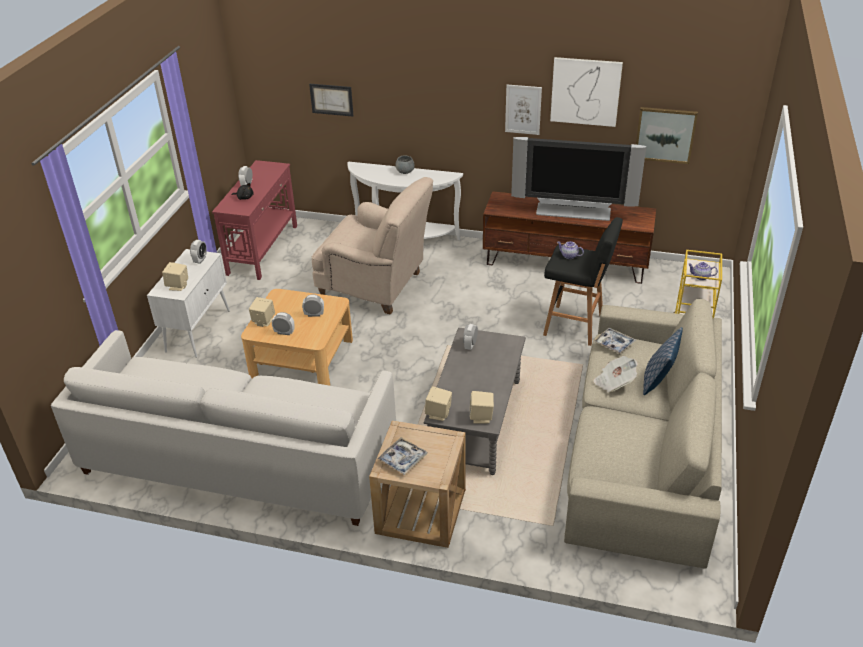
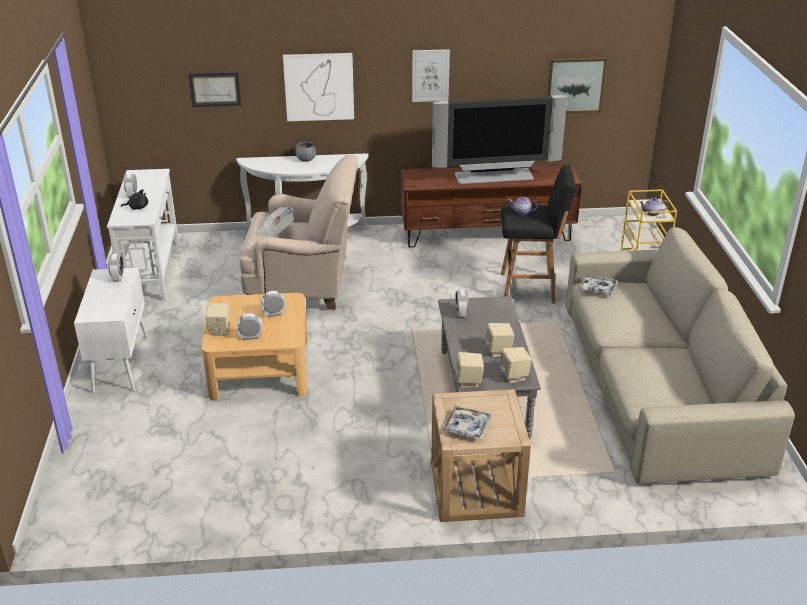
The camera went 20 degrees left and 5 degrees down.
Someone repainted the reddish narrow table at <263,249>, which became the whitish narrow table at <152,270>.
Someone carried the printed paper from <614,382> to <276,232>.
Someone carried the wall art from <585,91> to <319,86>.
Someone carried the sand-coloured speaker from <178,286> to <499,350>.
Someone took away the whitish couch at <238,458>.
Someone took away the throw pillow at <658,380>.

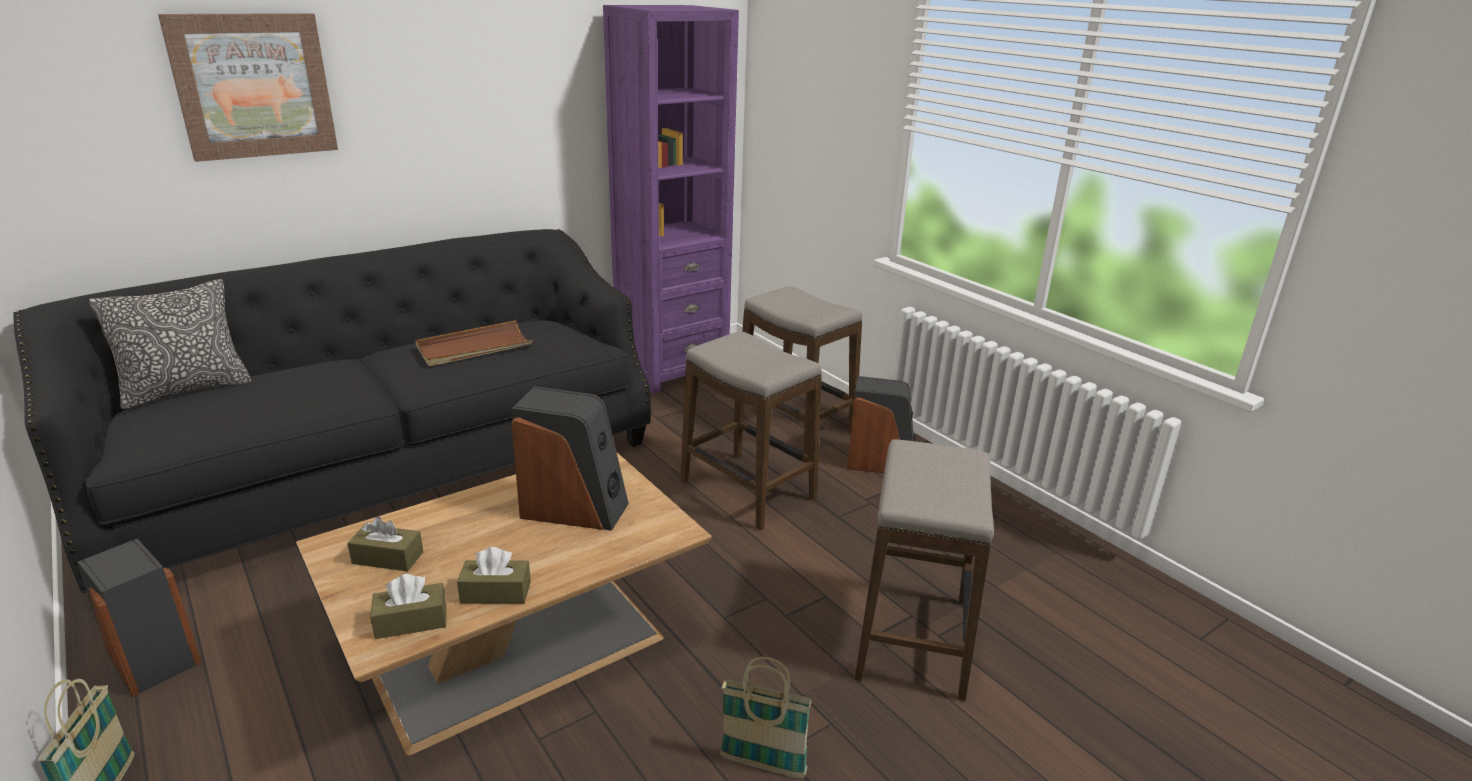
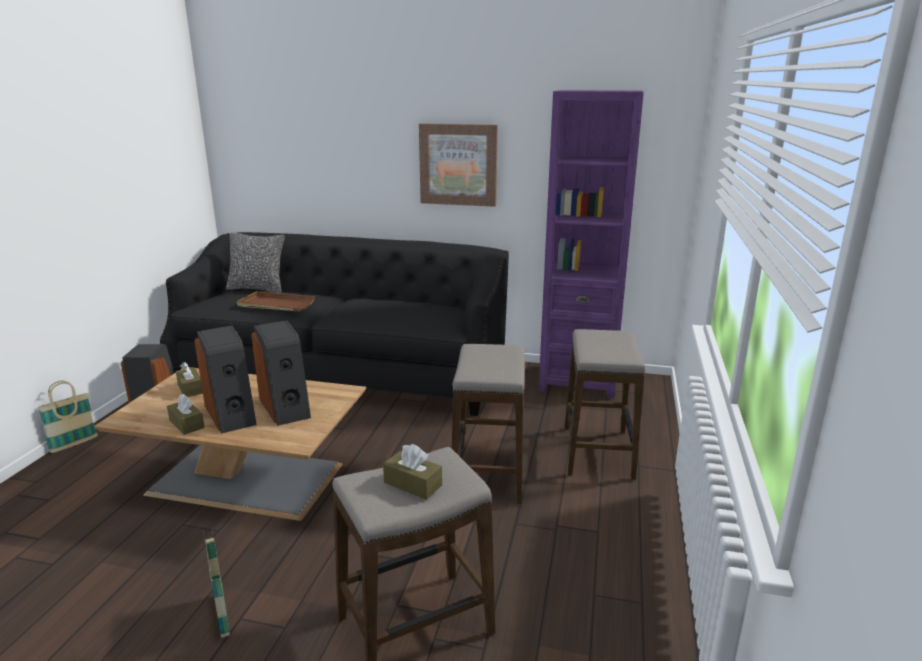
The camera went 50 degrees right and 5 degrees down.
Someone carried the speaker from <880,462> to <232,414>.
Someone carried the brown tray from <474,348> to <275,304>.
Someone carried the brown tissue holder from <411,621> to <412,484>.
Someone carried the wall art from <253,86> to <458,164>.

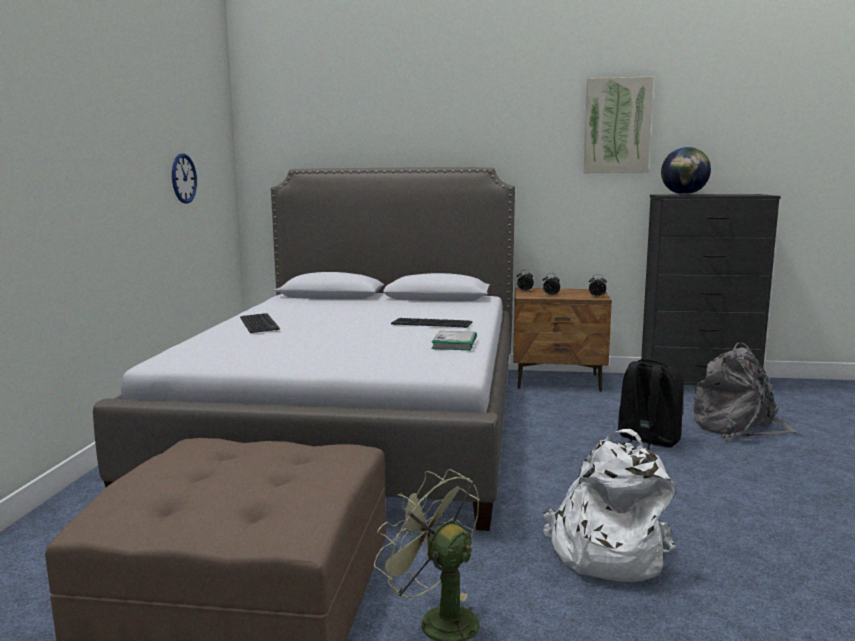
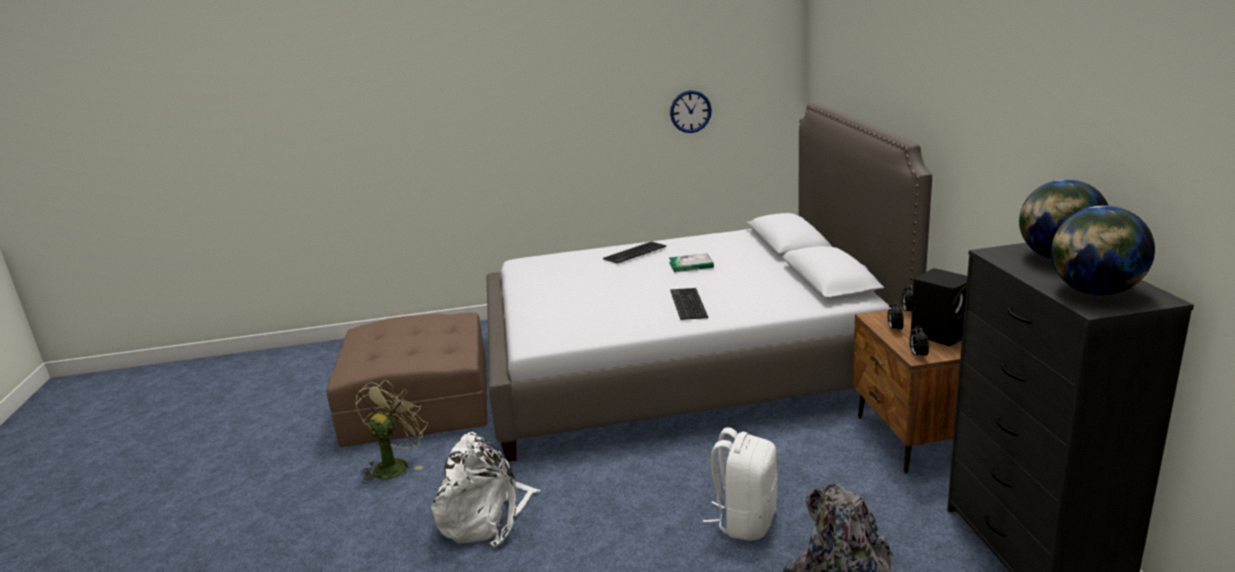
The camera went 75 degrees right and 10 degrees up.
Someone carried the book from <454,343> to <691,265>.
Someone repainted the black knapsack at <647,440>, which became the whitish knapsack at <745,521>.
Someone put down the black speaker at <940,334>.
Someone put down the globe at <1094,291>.
Someone took away the wall art at <617,126>.

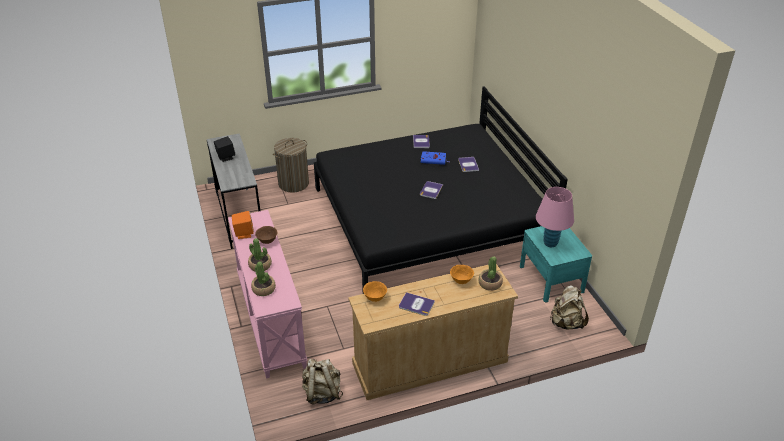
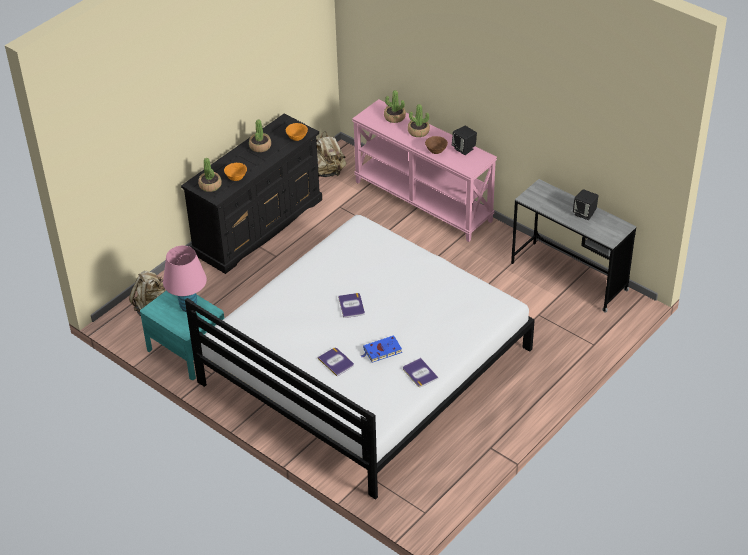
The camera went 150 degrees right and 5 degrees up.
Someone repainted the sand-coloured chest of drawers at <429,363>, which became the black chest of drawers at <258,225>.
Someone repainted the black bedroom bed at <429,219>, which became the whitish bedroom bed at <365,365>.
Someone swapped the book at <416,304> for the houseplant at <260,146>.
Someone repainted the orangey speaker at <243,233>, which became the black speaker at <464,149>.
Someone took away the washing basket at <293,183>.

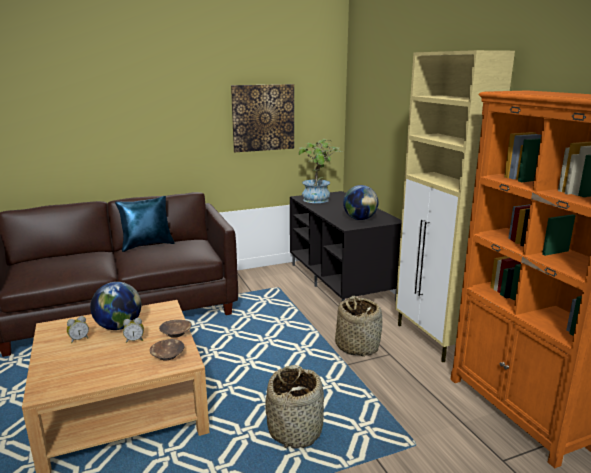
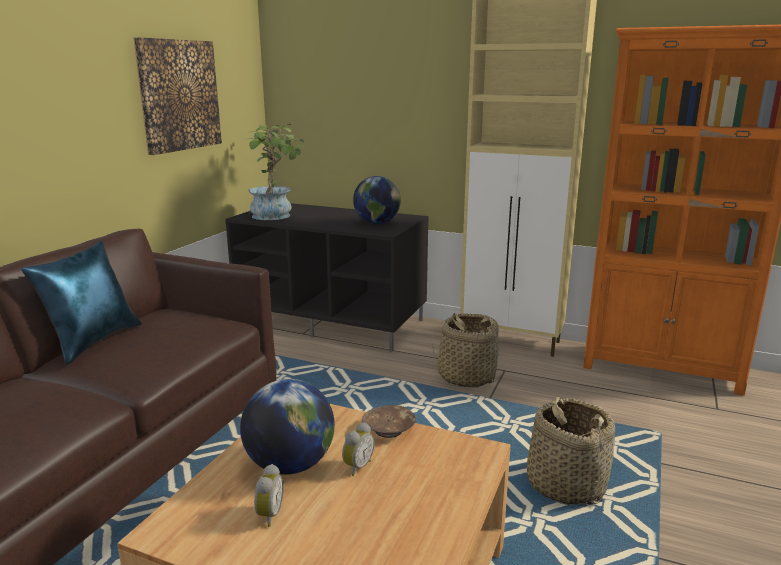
The camera went 45 degrees left and 0 degrees up.
Someone took away the brown bowl at <167,355>.

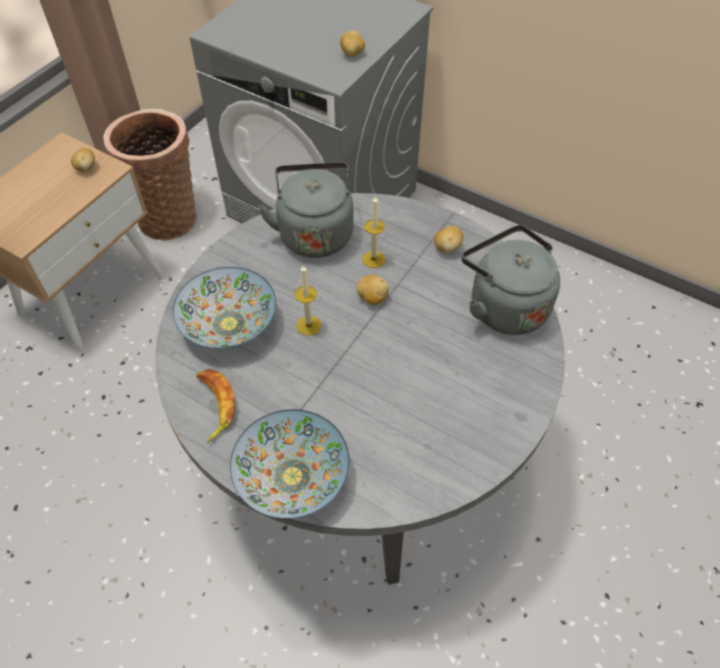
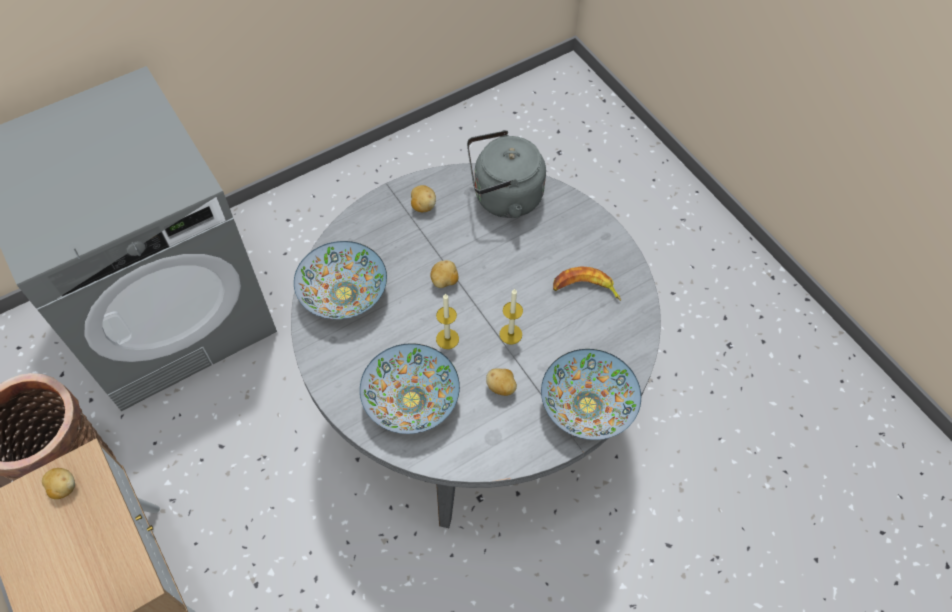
The camera went 65 degrees left and 5 degrees up.
Someone swapped the grey kettle at <315,232> for the bowl at <344,293>.
Someone carried the whole potato from <352,54> to <501,387>.
Someone carried the wax candle from <373,259> to <510,334>.
Someone carried the whole banana from <214,405> to <585,289>.

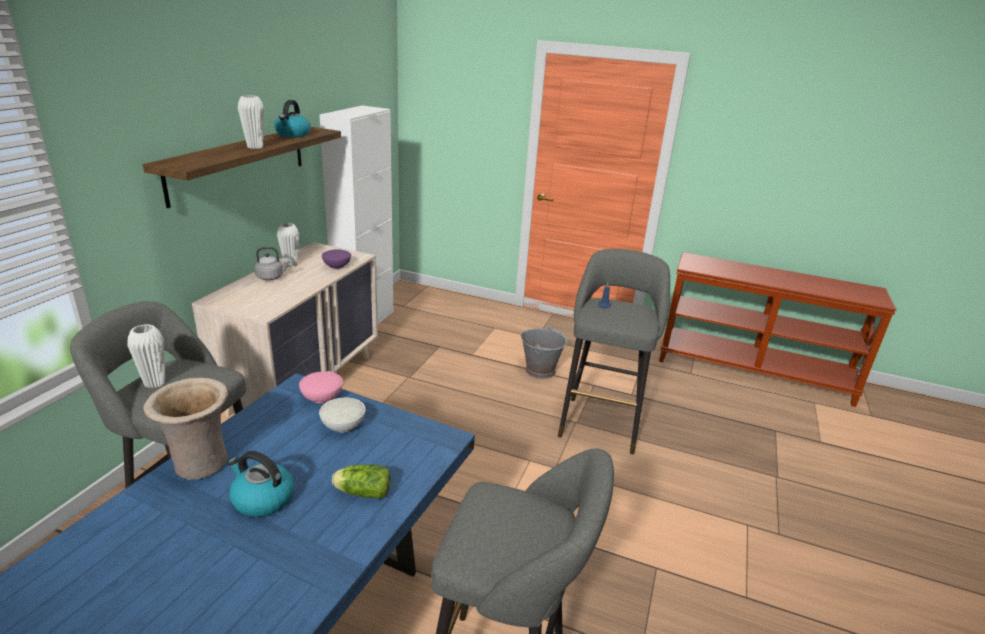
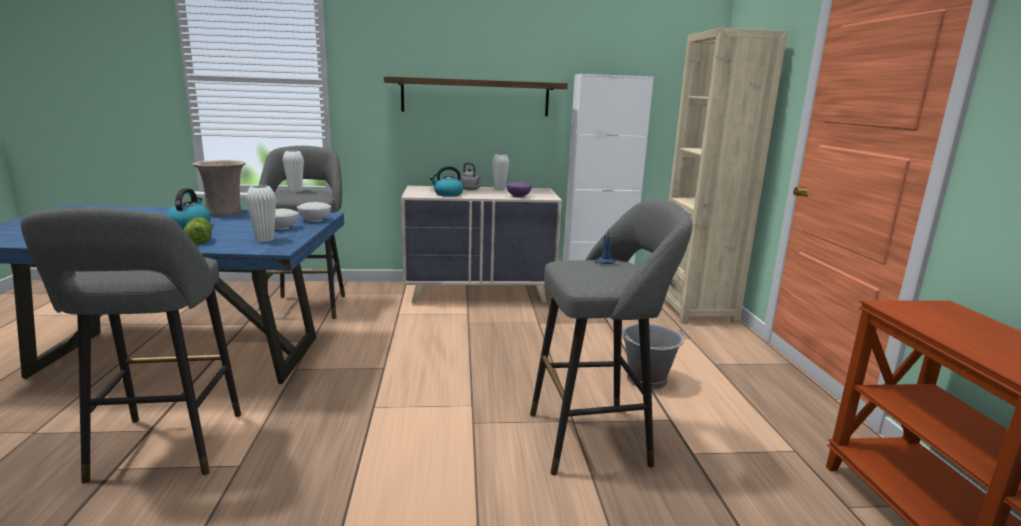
The camera went 65 degrees right and 10 degrees down.
Someone carried the whitish flower vase from <255,147> to <265,240>.
Someone repainted the pink-coloured bowl at <321,397>, which became the whitish bowl at <315,220>.
Someone carried the kettle from <293,134> to <448,194>.
Someone put down the sand-coloured bookcase at <696,310>.

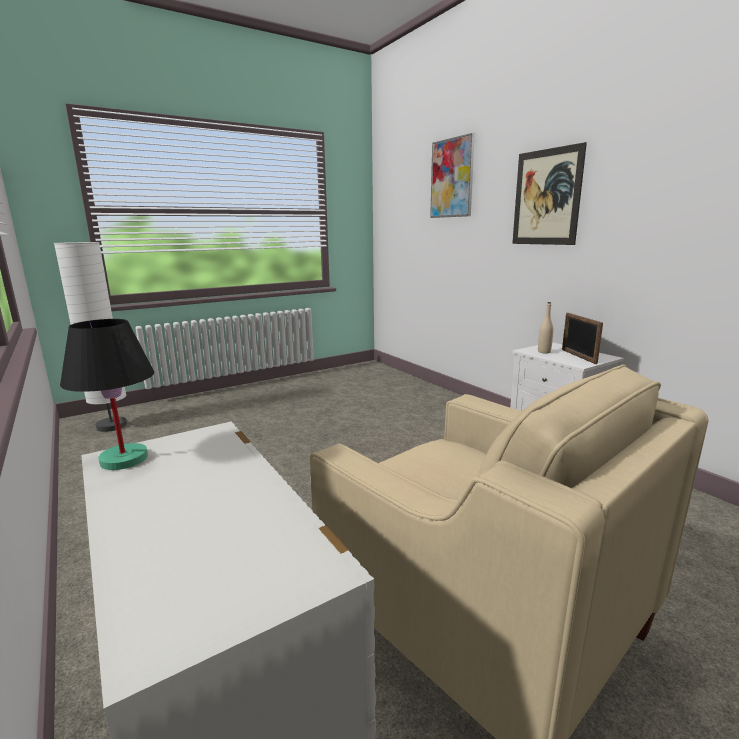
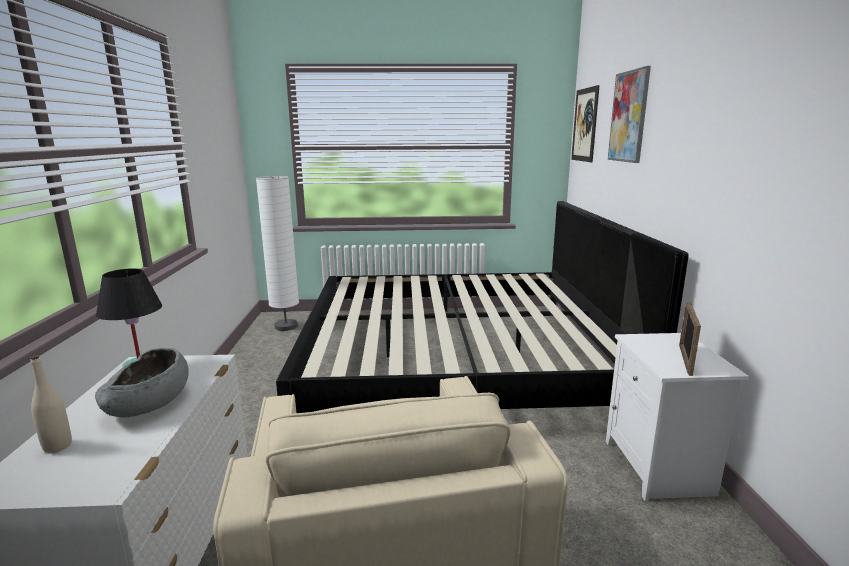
The camera went 30 degrees right and 0 degrees up.
Someone carried the sand-coloured beverage bottle from <544,352> to <57,446>.
Someone put down the grey bowl at <149,403>.
Someone put down the bedroom bed at <456,358>.
Someone carried the wall art from <546,197> to <585,125>.

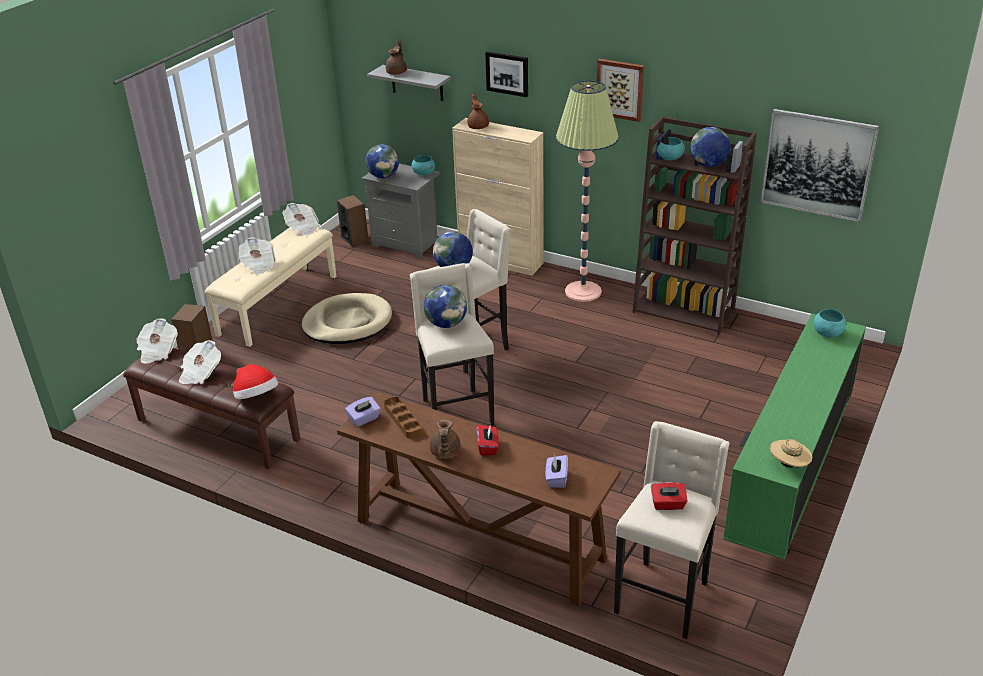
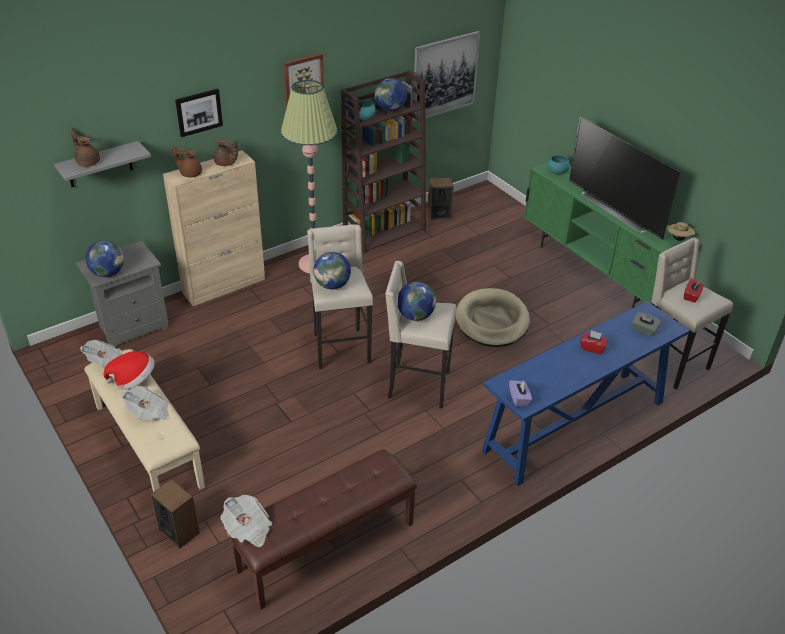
The camera went 65 degrees left and 5 degrees up.
Someone carried the wearable hat from <257,397> to <134,380>.
Someone carried the brown tea pot from <445,453> to <226,163>.
Someone carried the speaker from <355,239> to <439,214>.
Someone carried the sand-coloured dog bed from <347,323> to <492,321>.
Someone repainted the brown narrow table at <477,539>, which became the blue narrow table at <574,426>.
Someone put down the TV set at <617,210>.
Someone repainted the purple tissue holder at <556,479>, which became the grey tissue holder at <644,330>.
Someone took away the printed paper at <200,373>.
Someone took away the brown tray at <402,420>.
Someone took away the turquoise bowl at <423,173>.

